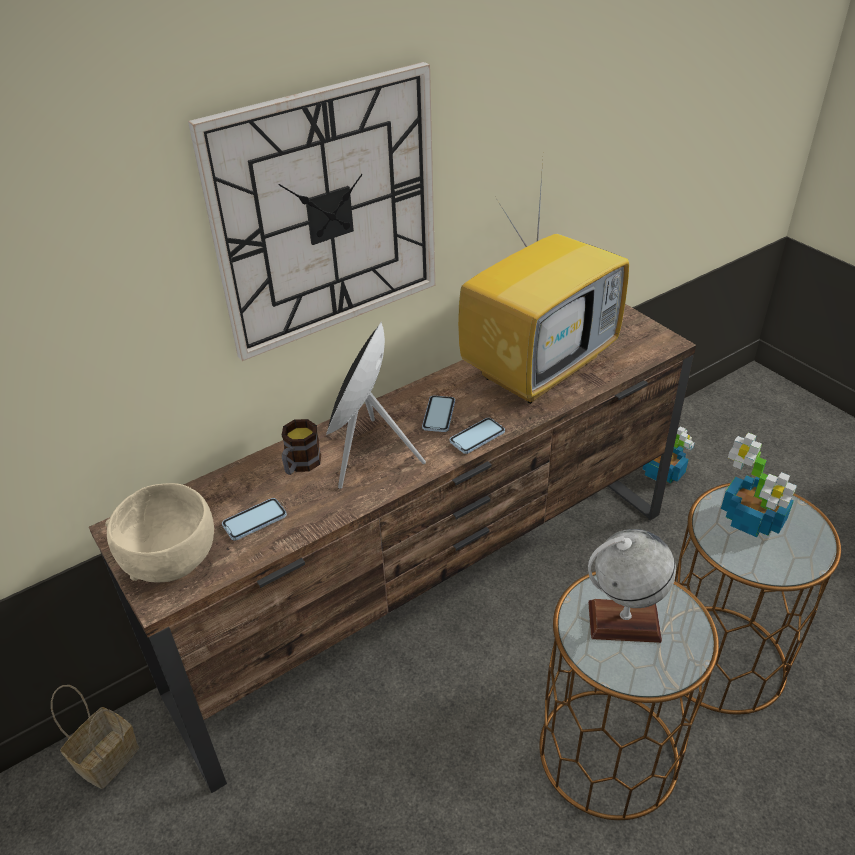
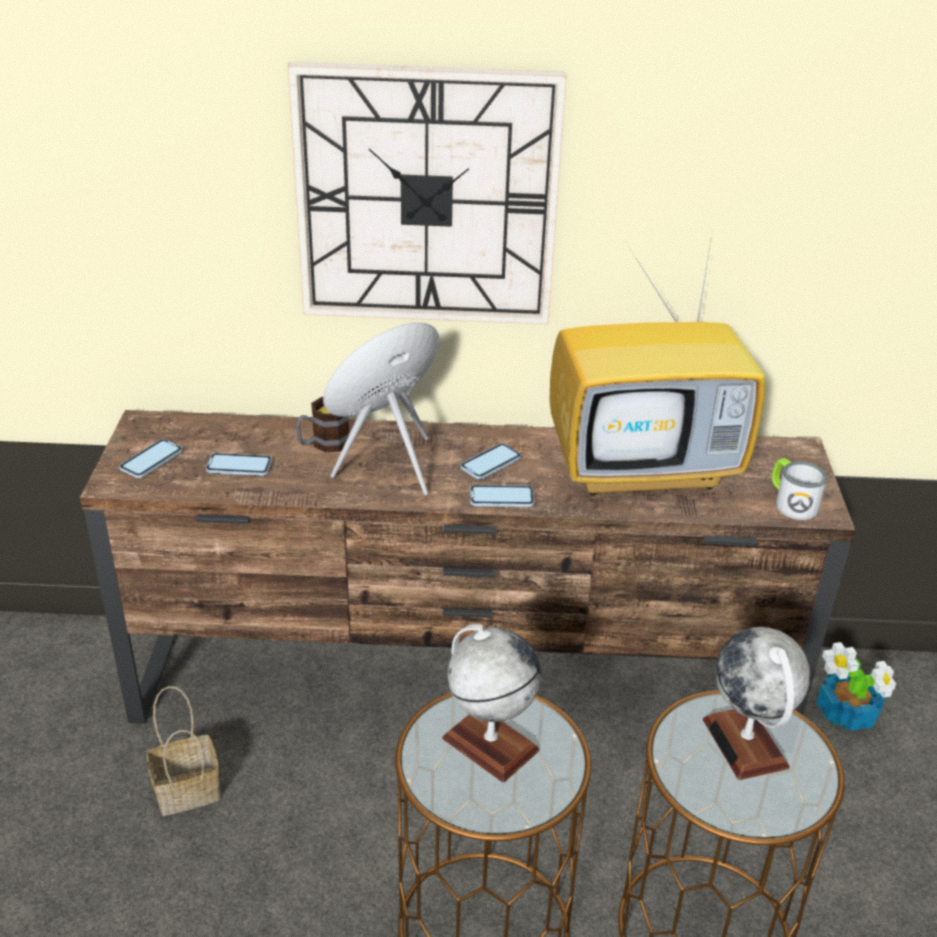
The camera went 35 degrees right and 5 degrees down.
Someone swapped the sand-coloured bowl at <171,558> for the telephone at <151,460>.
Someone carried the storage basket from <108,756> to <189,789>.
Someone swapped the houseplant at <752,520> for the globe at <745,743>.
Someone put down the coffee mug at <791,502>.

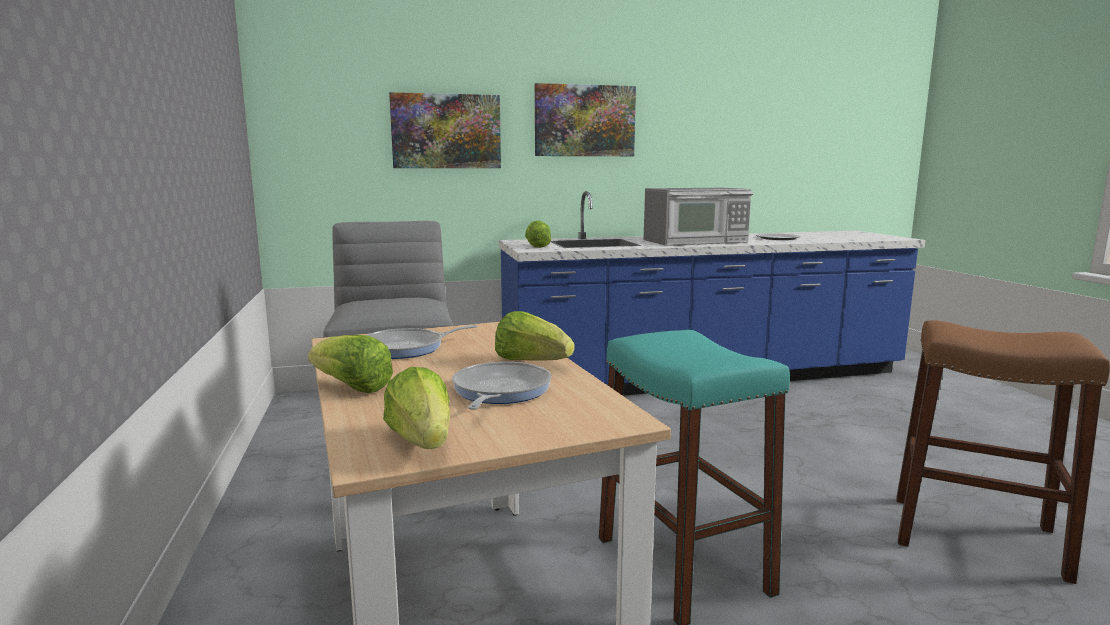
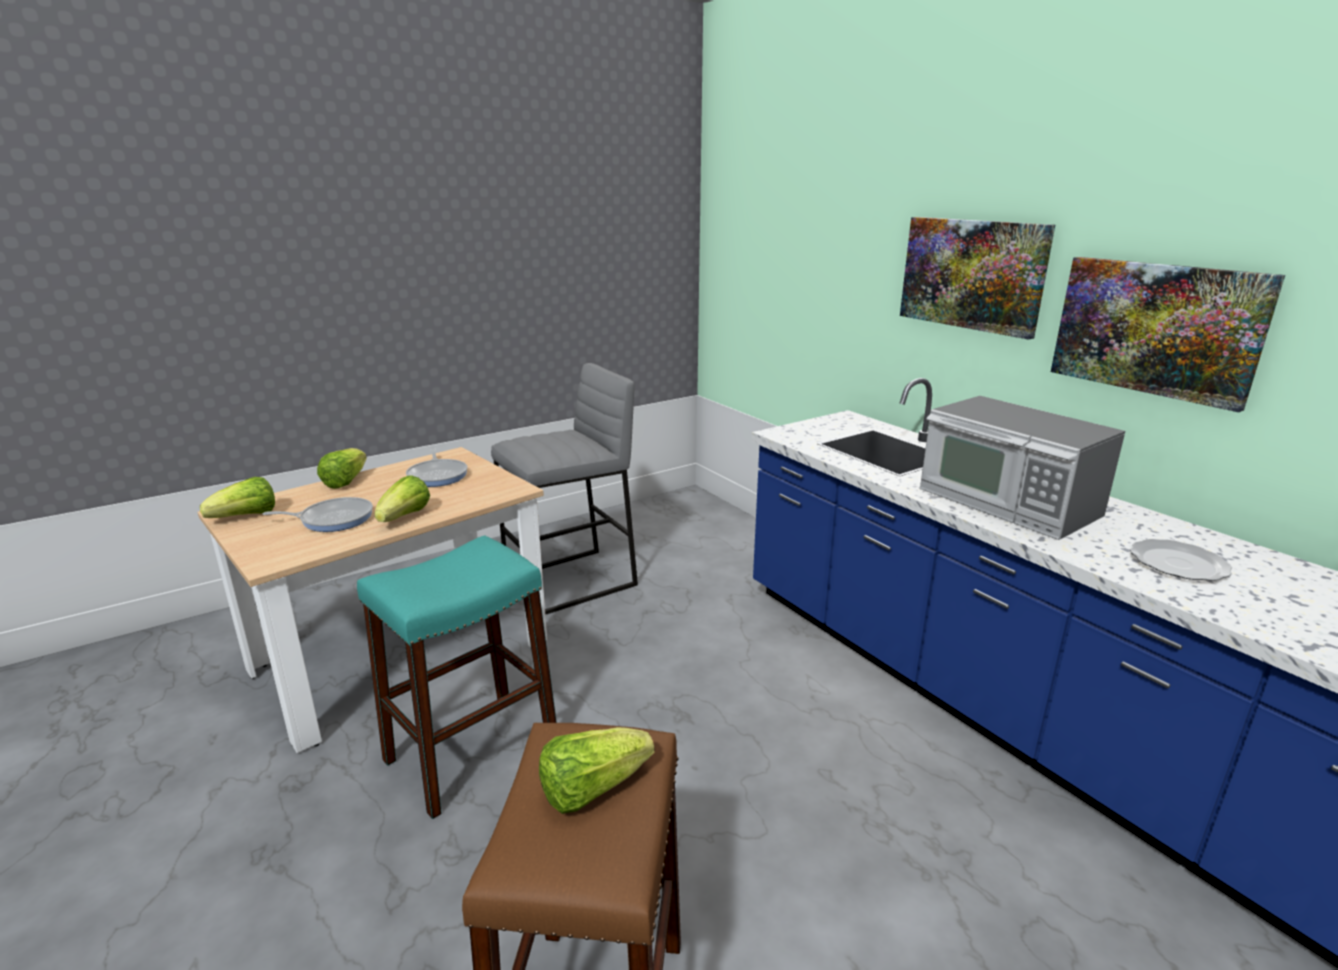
The camera went 70 degrees right and 10 degrees up.
Someone rotated the pan at <407,348> by 150 degrees counterclockwise.
Someone carried the head of lettuce from <537,246> to <592,788>.
Someone carried the wall art from <446,131> to <1156,328>.

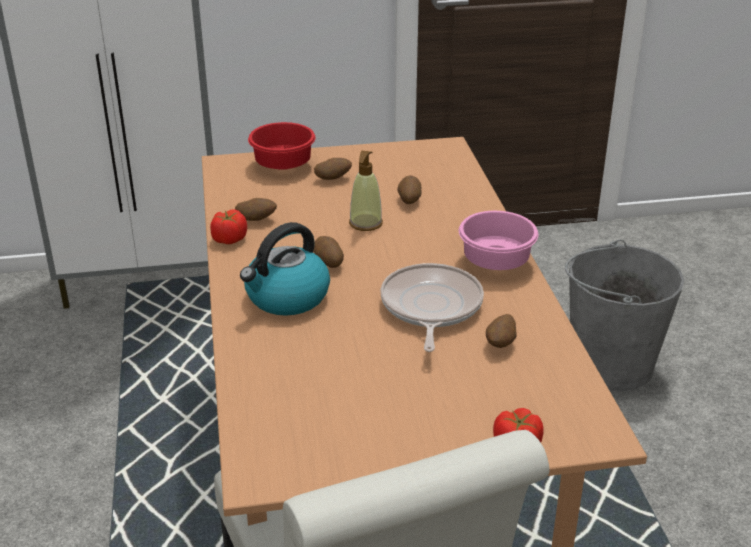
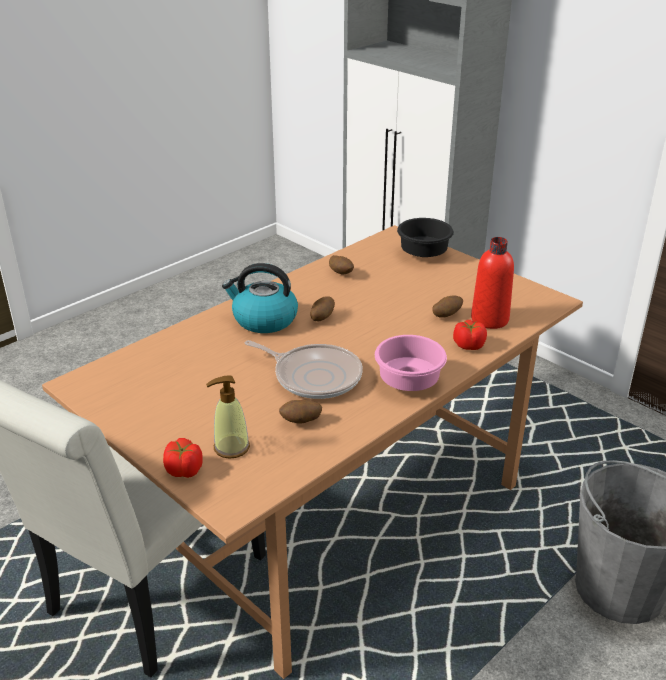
The camera went 55 degrees right and 0 degrees up.
Someone carried the soap dispenser from <365,223> to <231,447>.
Someone rotated the pan at <430,307> by 60 degrees clockwise.
Someone repainted the reddish bowl at <281,165>, which became the black bowl at <423,253>.
Someone carried the tomato from <229,239> to <468,345>.
Someone put down the reddish beverage bottle at <489,319>.
Someone took away the whole potato at <333,179>.

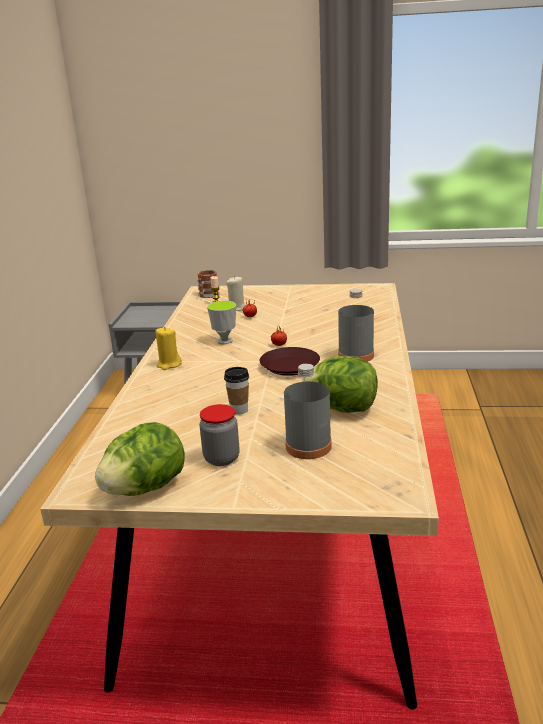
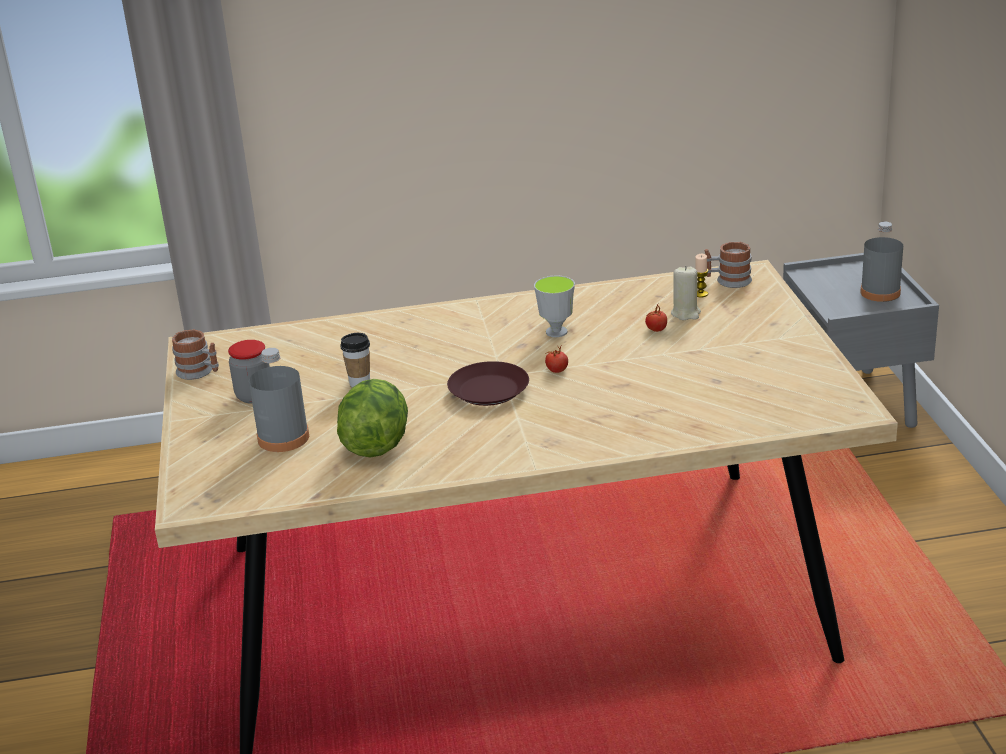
The camera went 75 degrees right and 5 degrees up.
Someone swapped the head of lettuce at <145,488> for the coffee mug at <199,372>.
Someone carried the grey beverage bottle from <356,356> to <880,292>.
Someone took away the yellow-coloured wax candle at <169,364>.

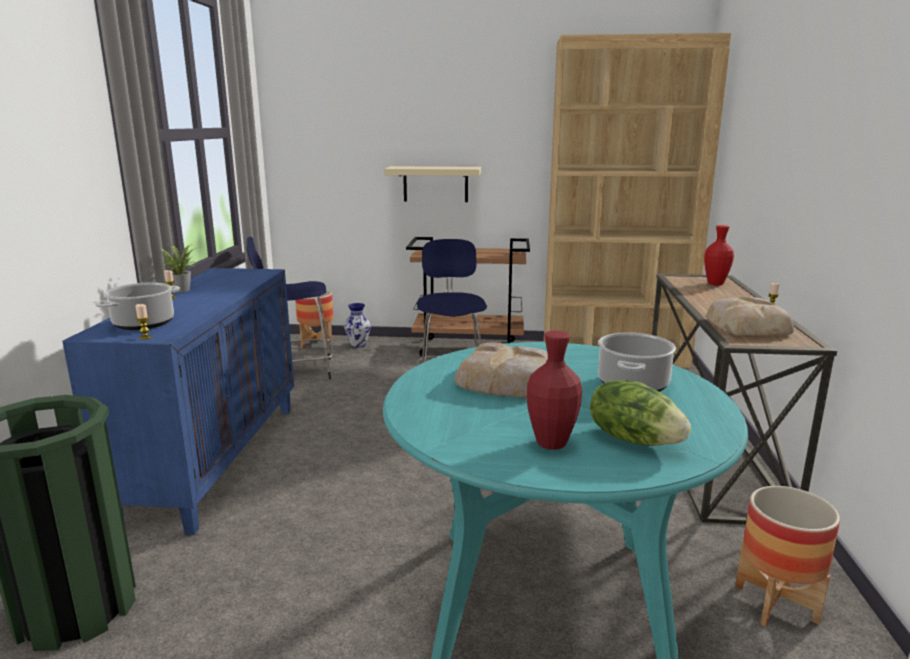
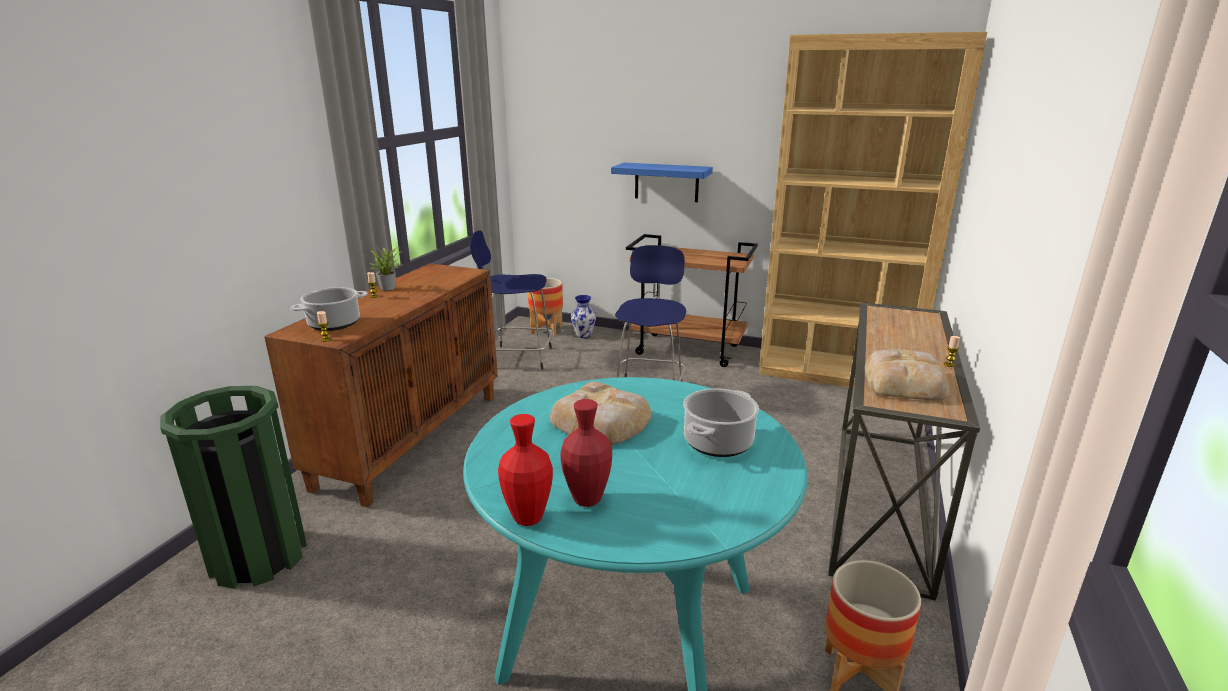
The camera went 15 degrees right and 5 degrees up.
Someone repainted the blue cabinet at <214,459>, which became the brown cabinet at <411,438>.
Someone carried the reddish flower vase from <715,284> to <528,518>.
Someone repainted the sand-coloured shelf at <435,184>, which became the blue shelf at <666,182>.
Someone took away the head of lettuce at <634,439>.

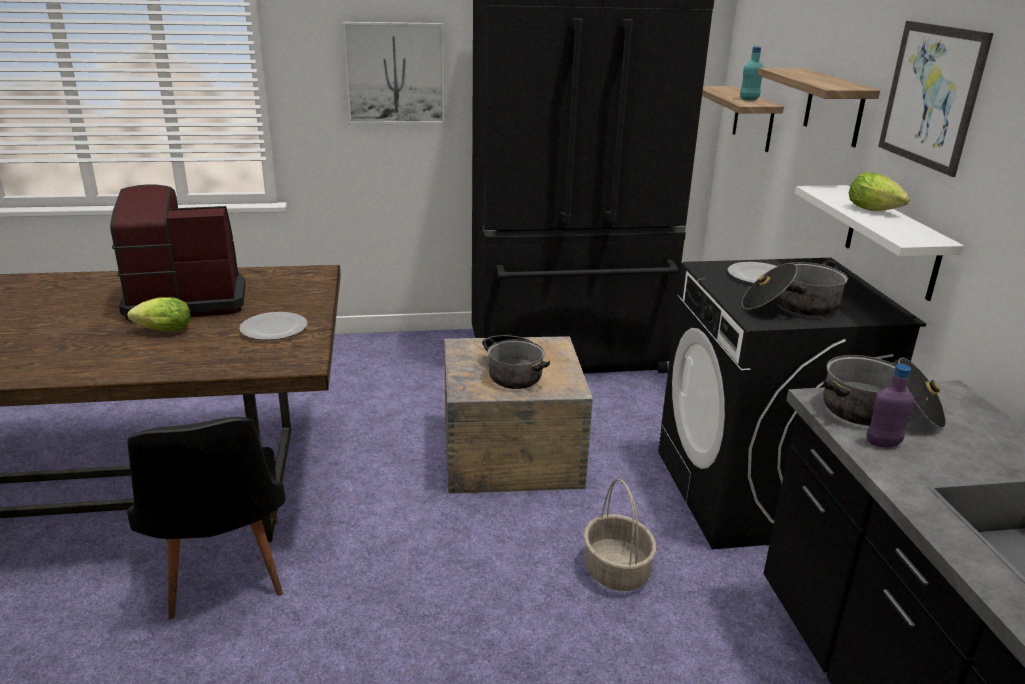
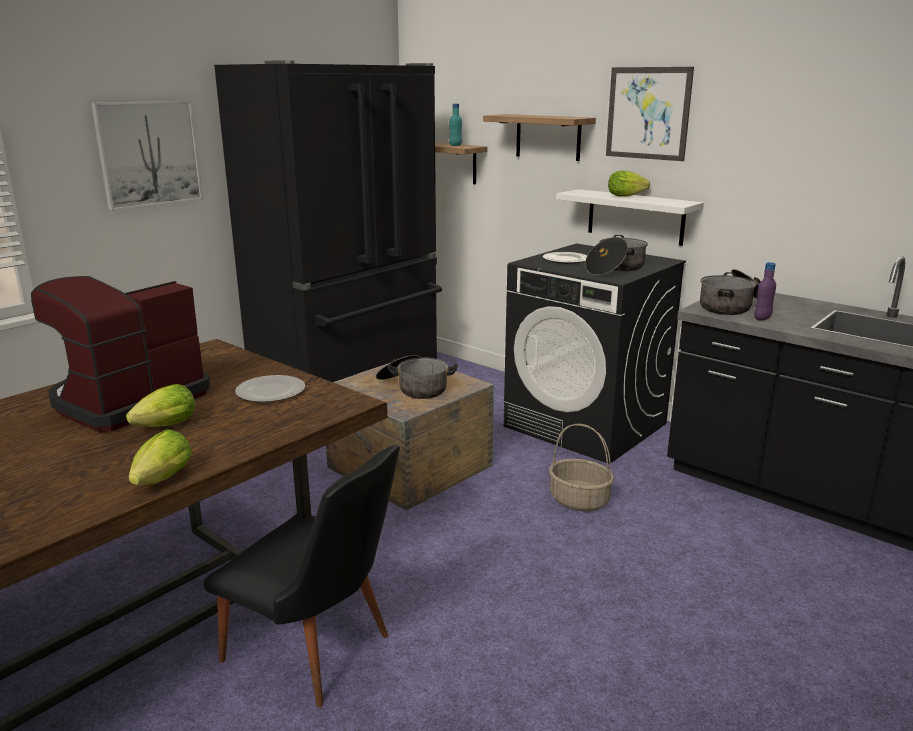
The camera went 40 degrees left and 5 degrees down.
Someone put down the head of lettuce at <161,482>.

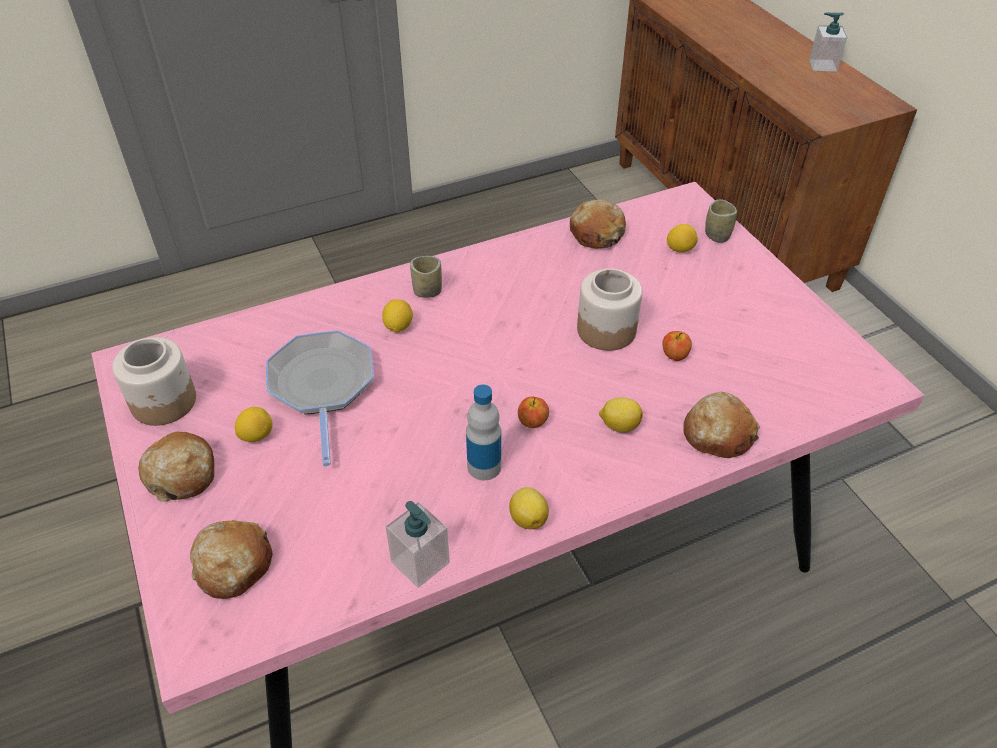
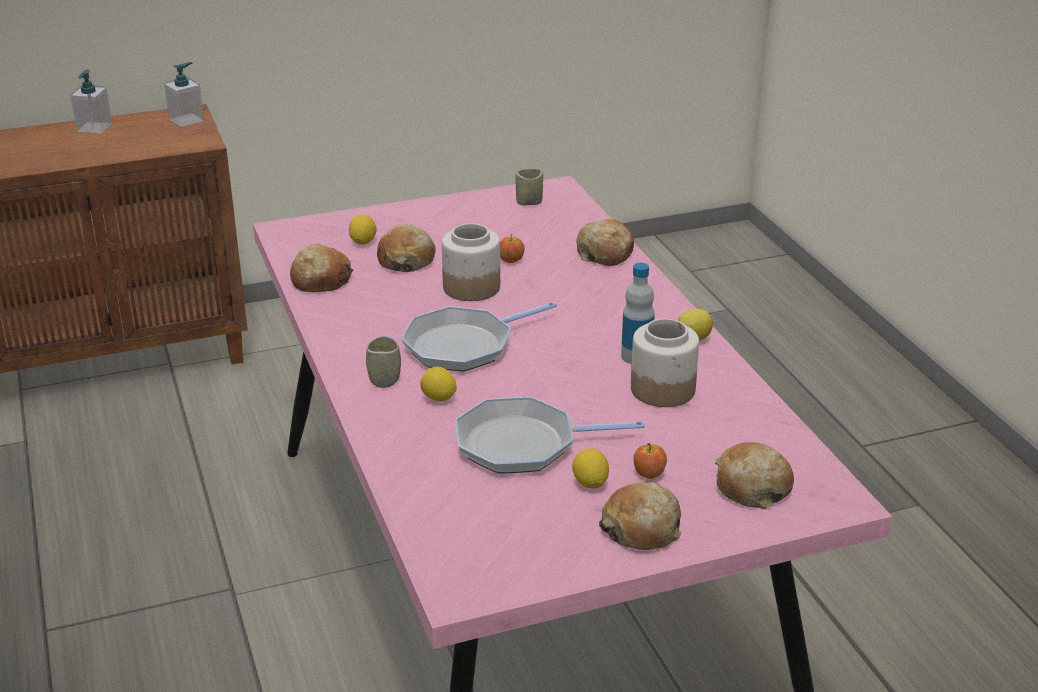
The camera went 85 degrees left and 15 degrees down.
Someone carried the soap dispenser from <420,562> to <186,120>.
Someone put down the bakery bread at <406,260>.
Someone put down the pan at <464,345>.
Someone carried the drinking cup from <717,235> to <529,202>.
Someone carried the storage jar from <164,402> to <663,389>.
Someone carried the apple fruit from <532,422> to <649,474>.
Someone took away the whole lemon at <619,425>.

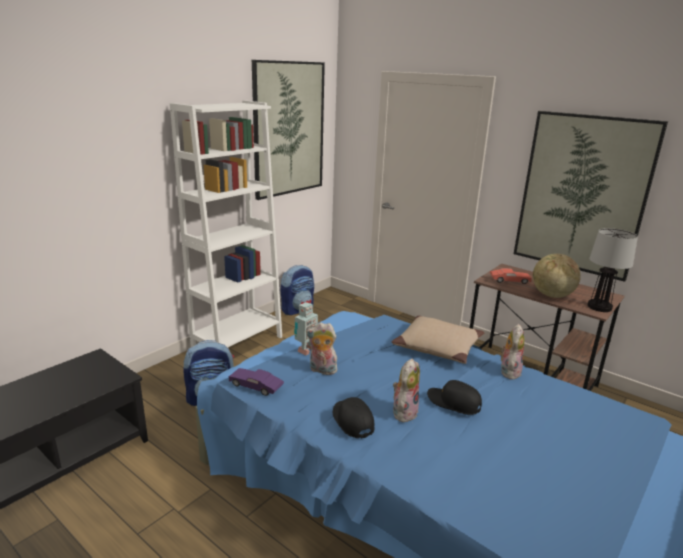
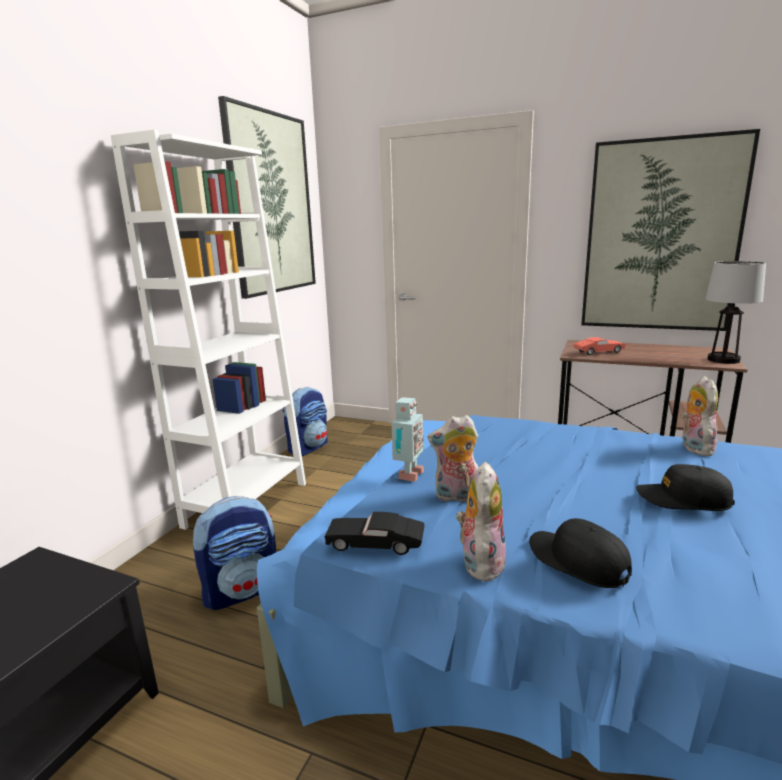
The camera went 15 degrees left and 5 degrees down.
Someone repainted the purple toy car at <256,387>, which became the black toy car at <375,544>.
Someone carried the cuddly toy from <404,412> to <480,562>.
Someone took away the sand-coloured throw pillow at <438,347>.
Someone took away the globe at <551,295>.

